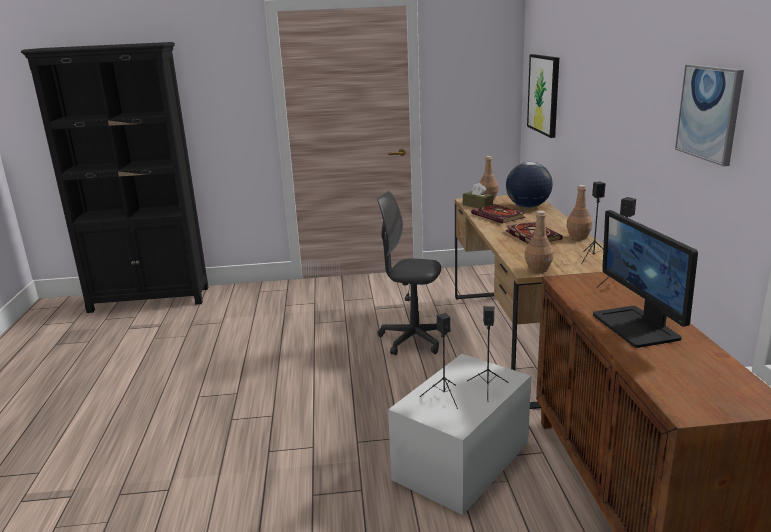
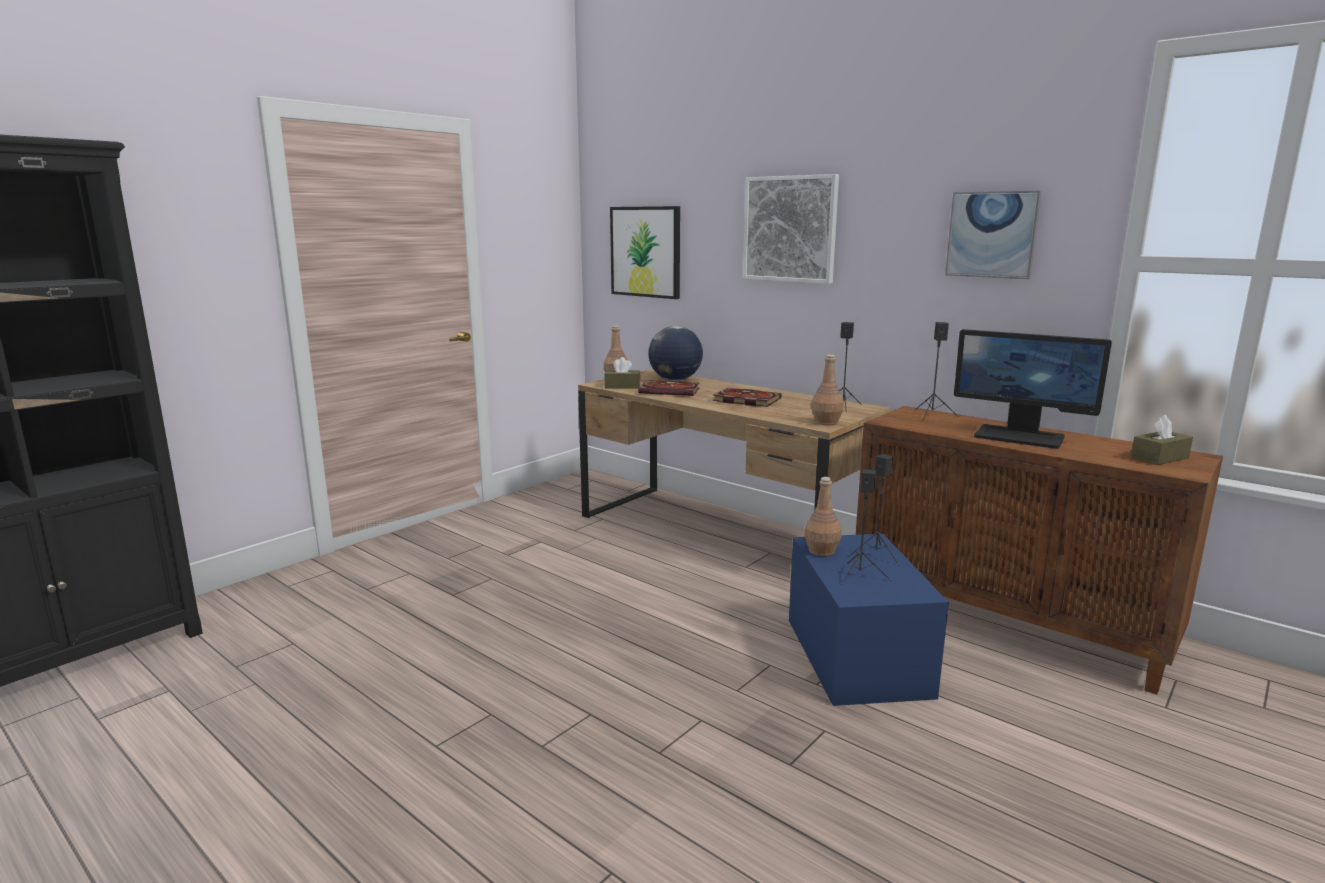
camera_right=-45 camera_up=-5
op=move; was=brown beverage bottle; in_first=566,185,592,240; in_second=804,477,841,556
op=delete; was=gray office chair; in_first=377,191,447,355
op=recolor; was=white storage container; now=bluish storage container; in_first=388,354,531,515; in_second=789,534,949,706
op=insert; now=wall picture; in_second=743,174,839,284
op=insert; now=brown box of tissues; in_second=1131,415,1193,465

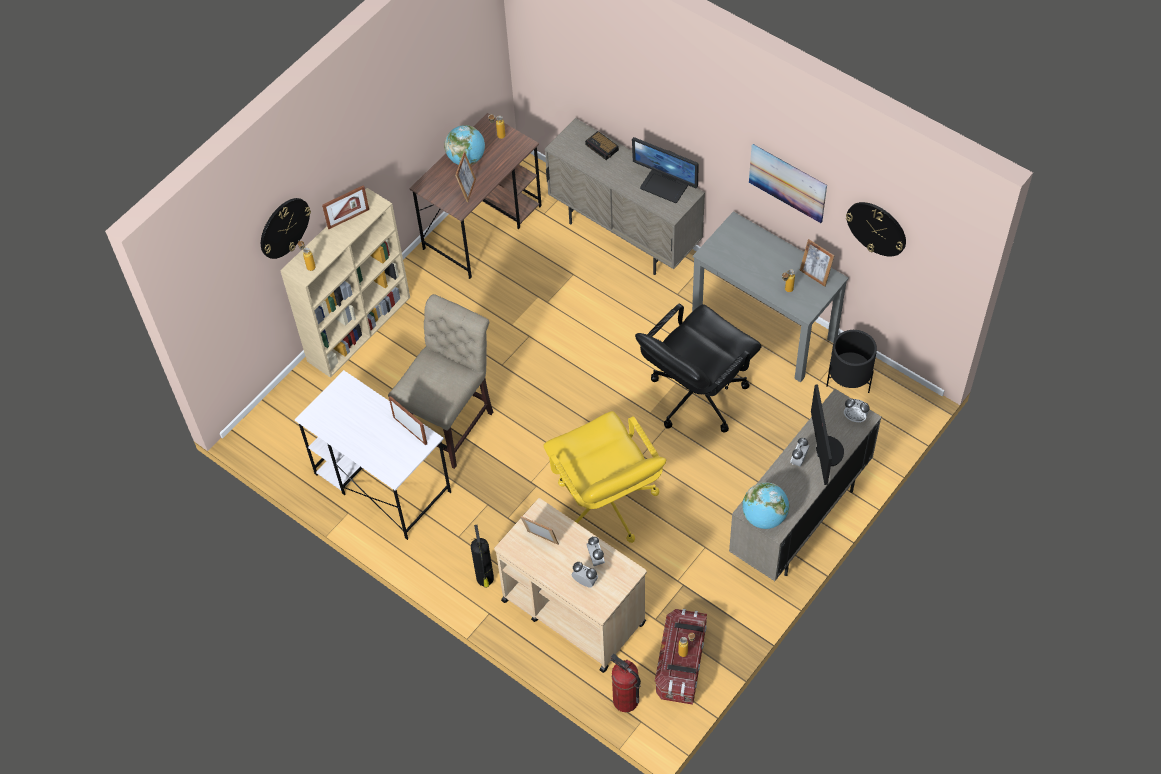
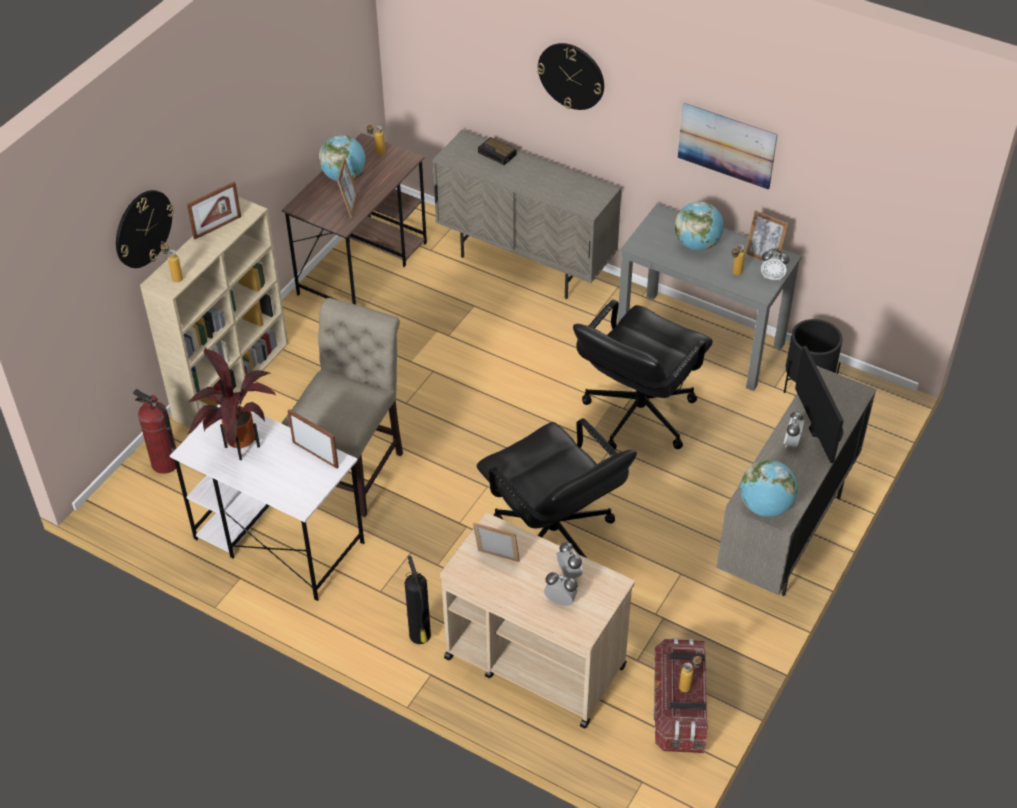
camera_right=-10 camera_up=-10
op=delete; was=monitor; in_first=632,137,699,203
op=move; was=clock on the wall; in_first=846,202,906,257; in_second=537,43,604,110
op=move; was=alarm clock; in_first=844,398,870,423; in_second=761,249,789,281
op=recolor; was=yellow-coloured office chair; now=blackish office chair; in_first=543,411,666,543; in_second=477,418,637,559
op=move; was=extinguisher; in_first=611,654,641,712; in_second=133,389,176,474
op=insert; now=world globe; in_second=675,201,724,250
op=insert; now=plant in a pot; in_second=188,348,277,460

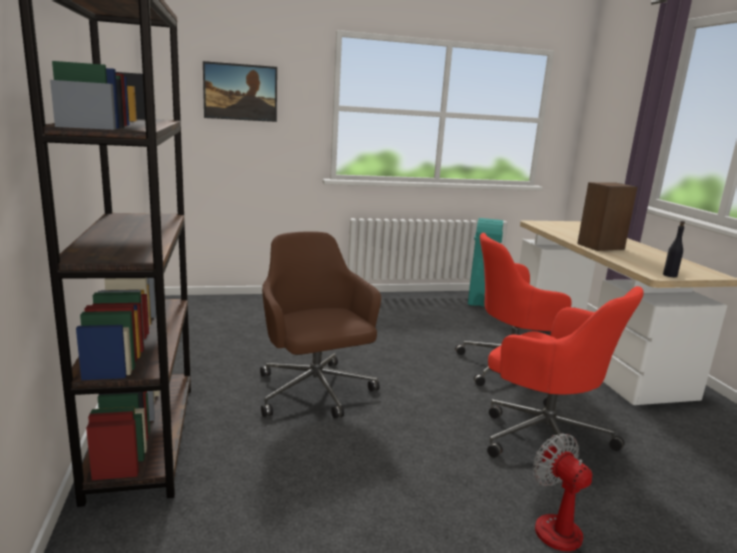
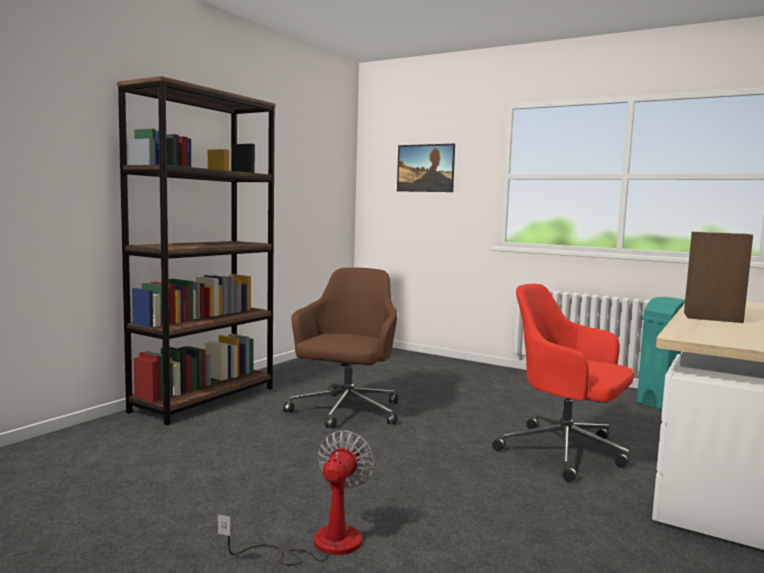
camera_right=45 camera_up=-10
op=delete; was=blackish beverage bottle; in_first=663,221,685,277
op=delete; was=red office chair; in_first=487,286,644,458

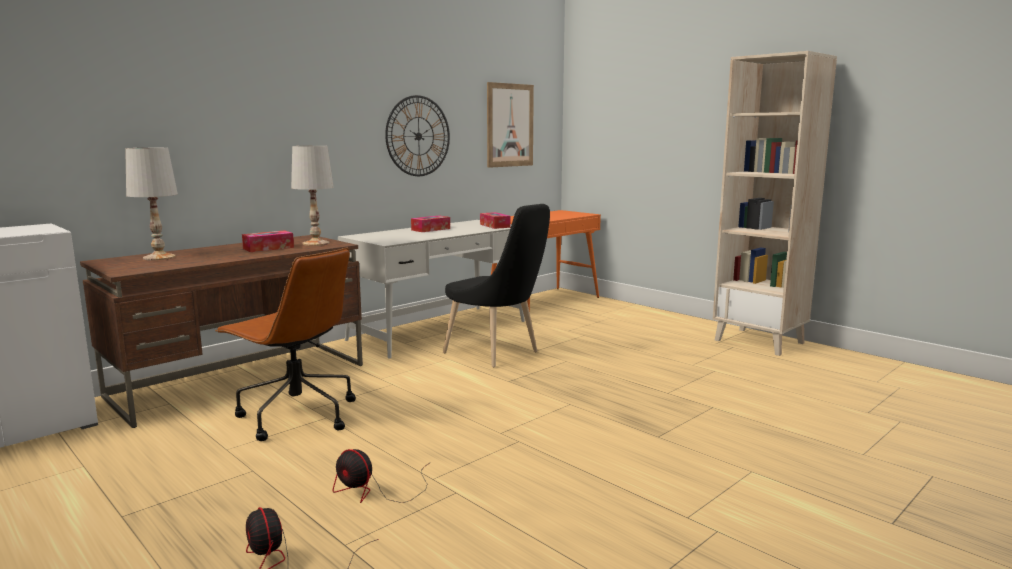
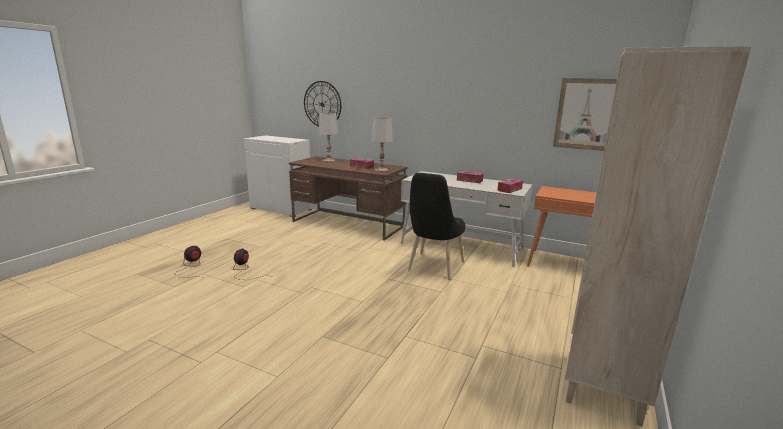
camera_right=70 camera_up=5
op=move; was=clock on the wall; in_first=385,95,450,176; in_second=304,81,341,127
op=delete; was=brown office chair; in_first=215,248,356,441

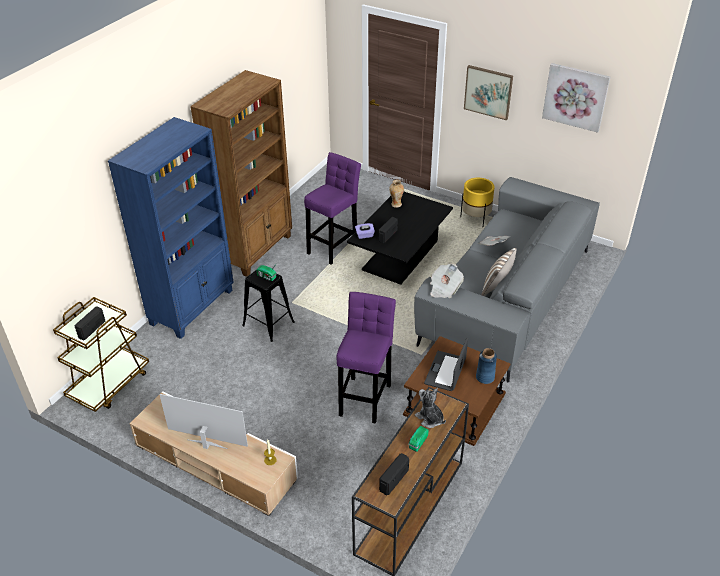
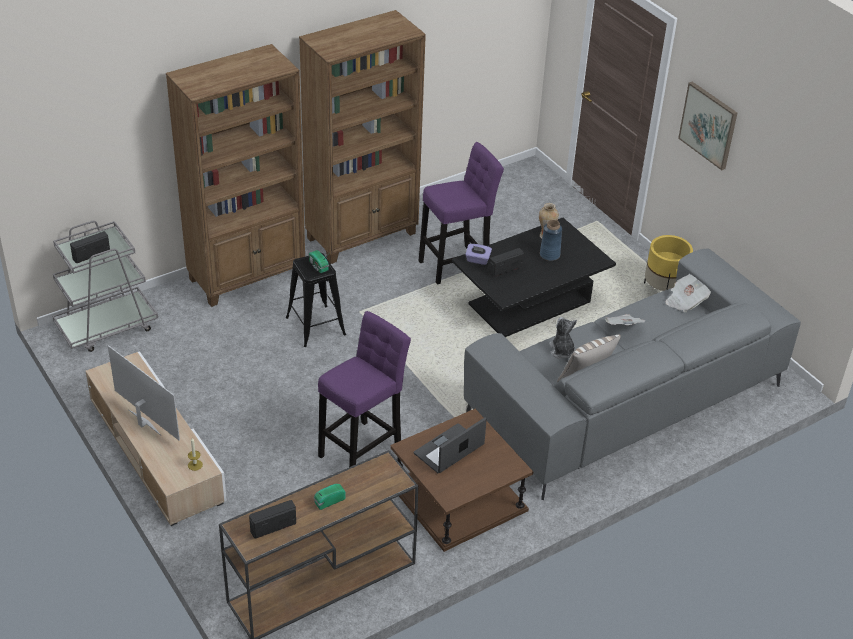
camera_right=25 camera_up=0
op=delete; was=wall picture; in_first=542,63,610,133
op=recolor; was=bluish shelving unit; now=brown shelving unit; in_first=108,117,234,339; in_second=166,44,305,307
op=move; was=printed paper; in_first=430,264,464,298; in_second=665,274,711,312
op=recolor; was=brown trolley; now=gray trolley; in_first=53,297,149,412; in_second=52,221,158,352
op=move; was=bluish decorative vase; in_first=476,348,497,384; in_second=540,220,562,261
op=move; was=plush toy; in_first=415,388,446,428; in_second=549,317,577,359

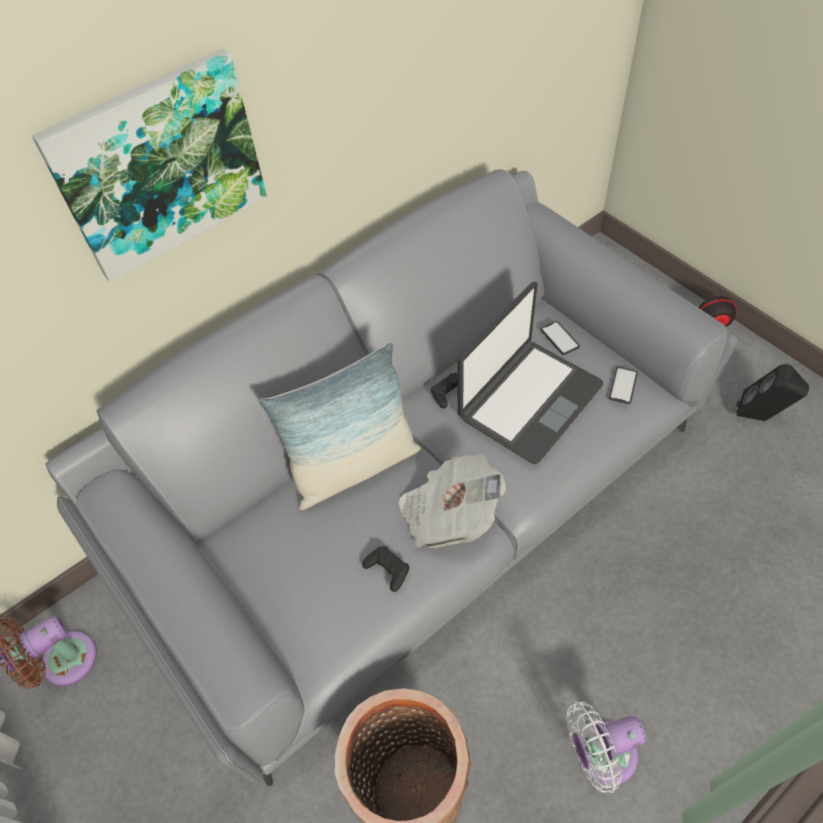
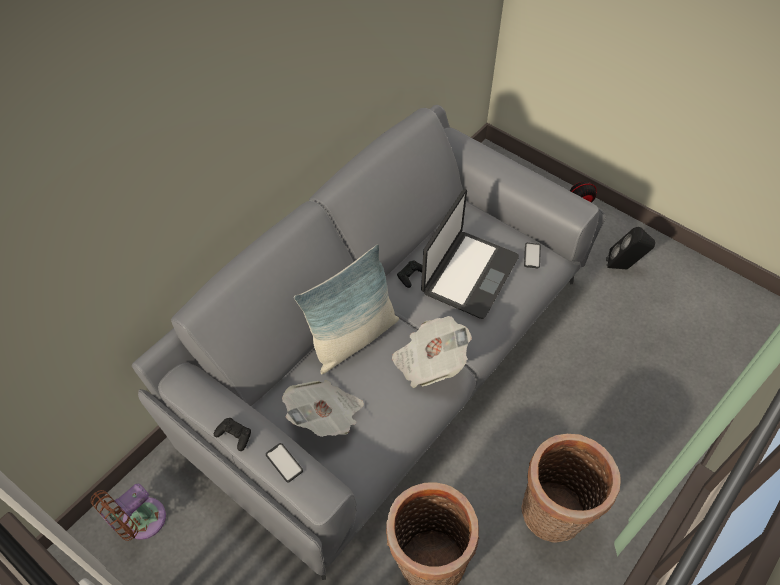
camera_right=-15 camera_up=0
op=delete; was=wall picture; in_first=32,49,267,282
op=move; was=handset; in_first=541,321,580,355; in_second=266,443,303,482
op=move; was=blackish game controller; in_first=362,546,409,592; in_second=214,418,251,451
op=replace; was=white fan; now=basket; in_first=566,702,646,793; in_second=521,434,621,543
op=insert; now=printed paper; in_second=282,380,364,437

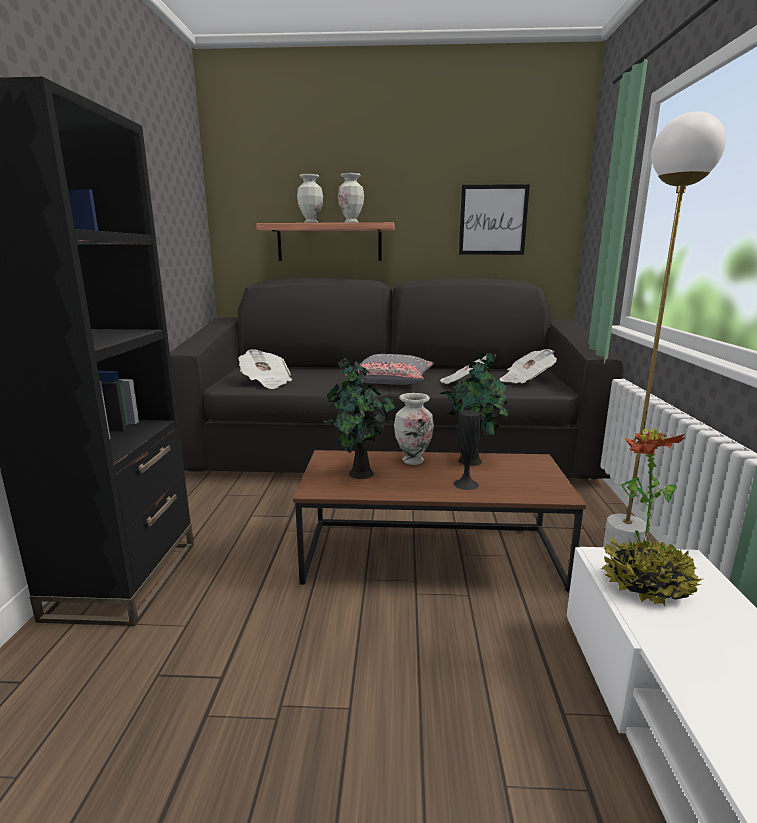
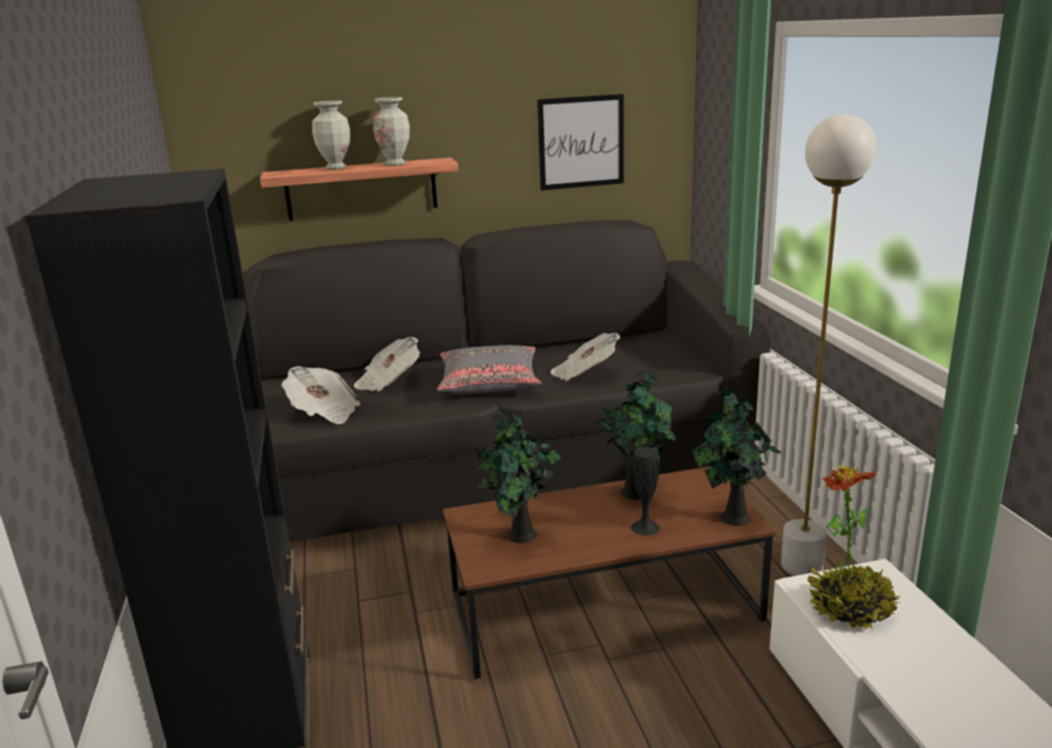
camera_right=-15 camera_up=5
op=move; was=printed paper; in_first=500,349,557,383; in_second=354,337,420,392
op=delete; was=decorative vase; in_first=394,393,434,465
op=insert; now=plant in a pot; in_second=692,386,781,526

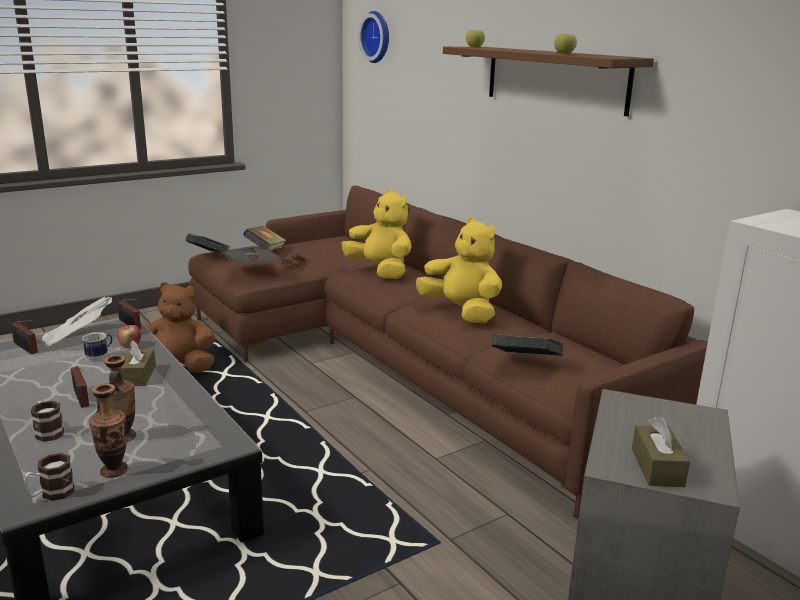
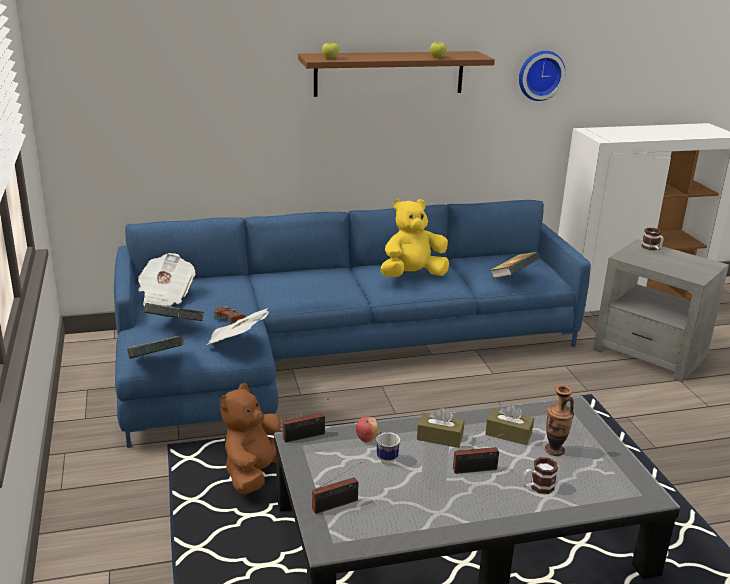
camera_right=-70 camera_up=5
op=move; was=clock on the wall; in_first=359,11,389,63; in_second=519,51,565,101
op=recolor; was=brown settee; now=bluish settee; in_first=188,186,708,519; in_second=114,200,591,448
op=delete; was=yellow-coloured plush toy; in_first=341,189,412,279
op=move; was=printed paper; in_first=42,297,112,347; in_second=138,253,195,306
op=delete; was=decorative vase; in_first=89,384,128,478
op=move; was=brown box of tissues; in_first=632,416,690,487; in_second=485,404,534,445
op=move; was=tea mug; in_first=23,453,75,501; in_second=642,228,663,250

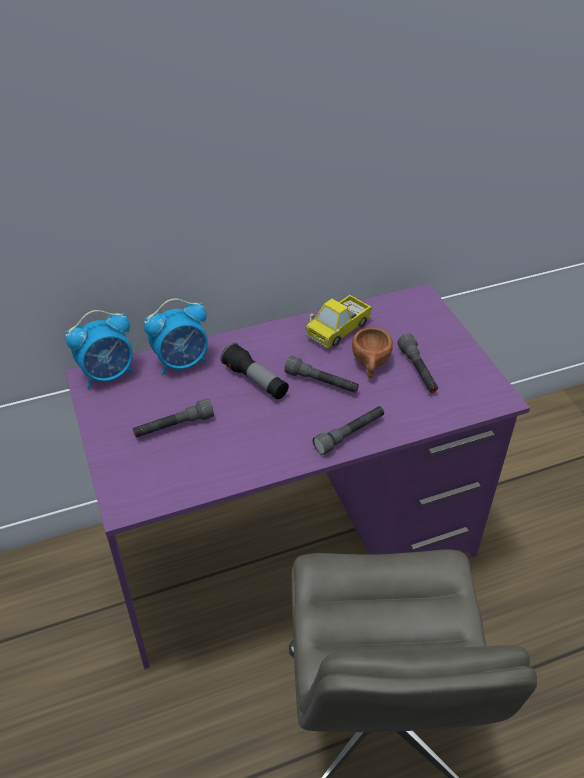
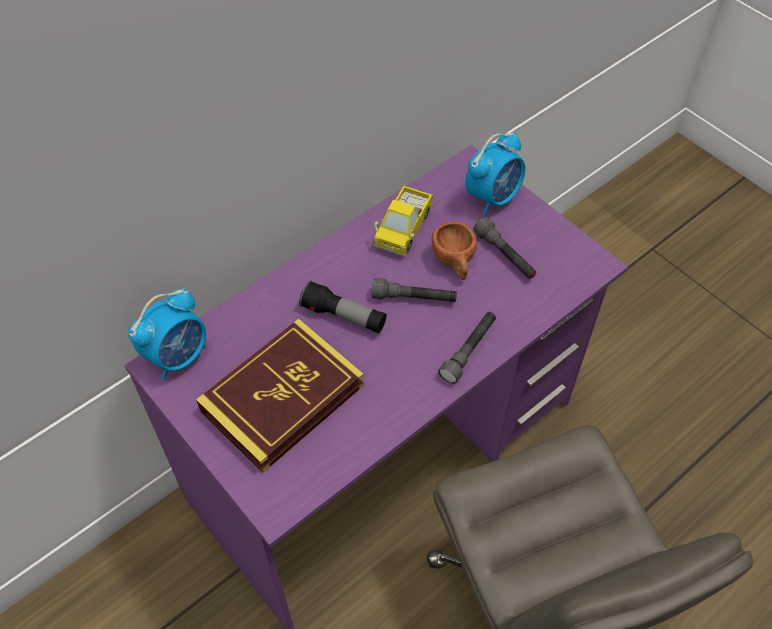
camera_right=-20 camera_up=10
op=move; was=alarm clock; in_first=144,298,208,376; in_second=465,132,525,216
op=replace; was=gray hand torch; now=bound book; in_first=133,399,214,438; in_second=196,319,364,473

